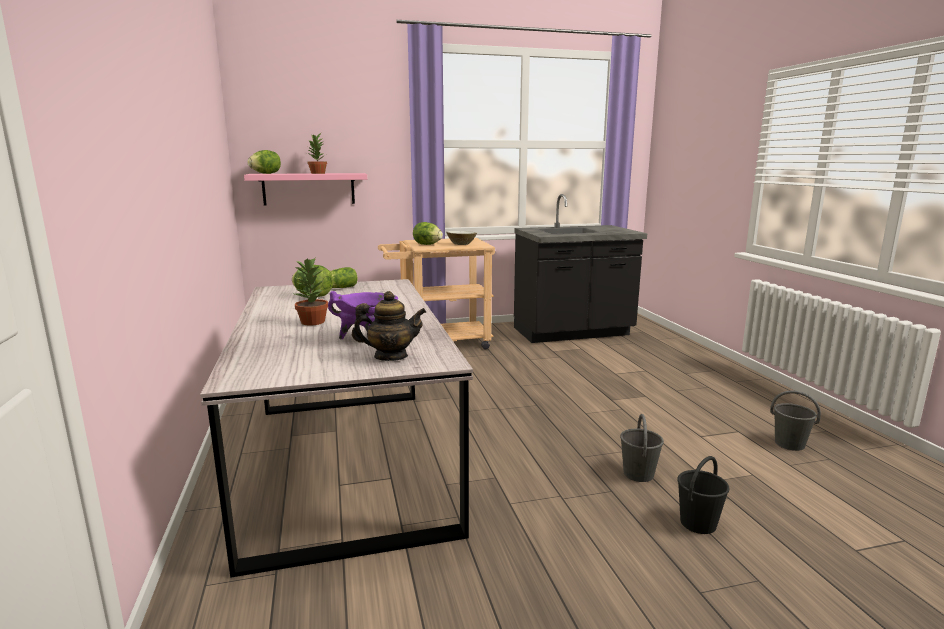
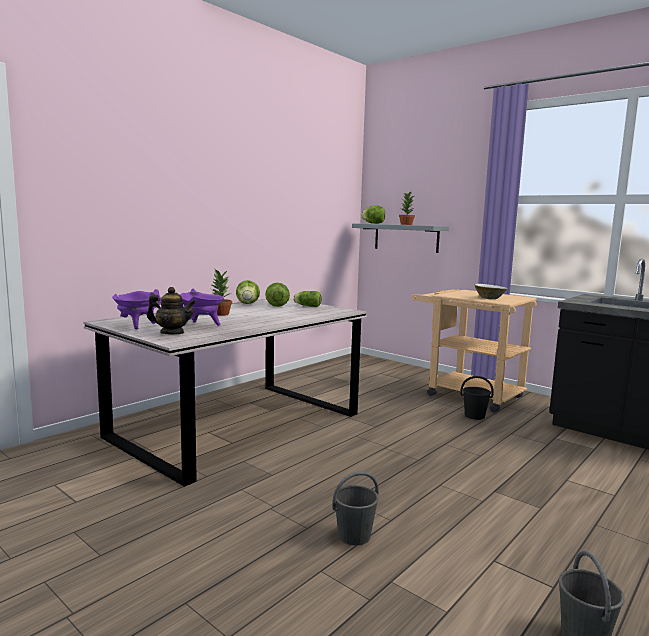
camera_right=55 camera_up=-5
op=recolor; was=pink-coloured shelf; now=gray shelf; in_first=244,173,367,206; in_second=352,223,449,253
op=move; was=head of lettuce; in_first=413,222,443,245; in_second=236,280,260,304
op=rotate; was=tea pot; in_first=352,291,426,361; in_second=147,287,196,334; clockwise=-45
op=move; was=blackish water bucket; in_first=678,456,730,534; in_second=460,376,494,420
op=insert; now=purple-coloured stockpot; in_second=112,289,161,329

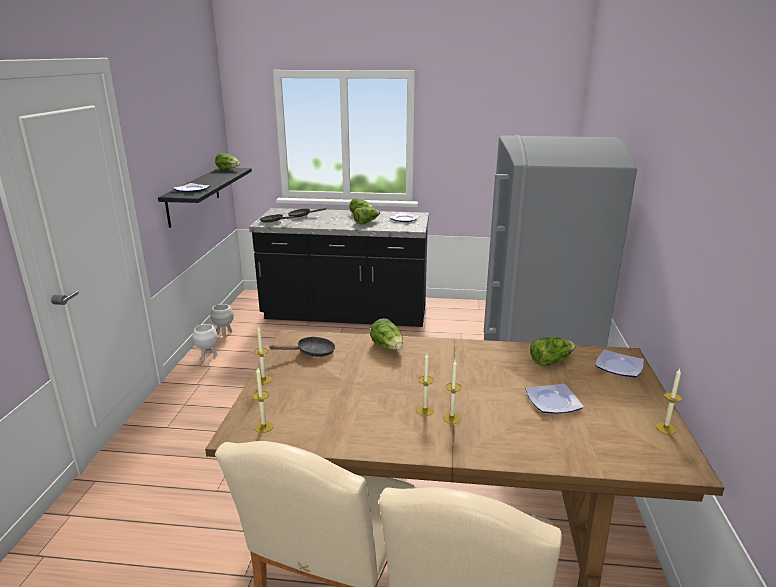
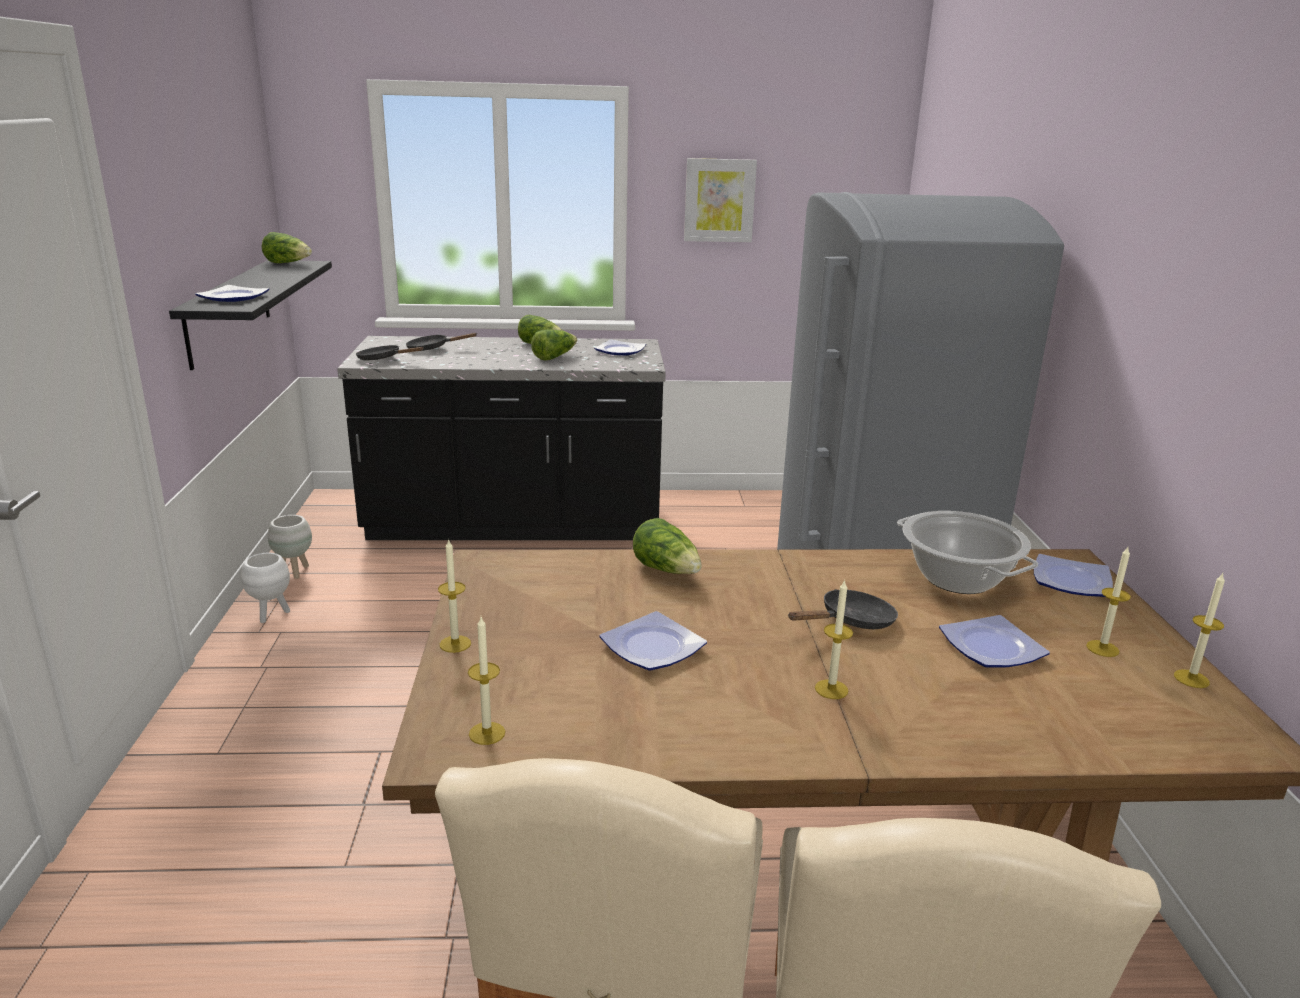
camera_right=-10 camera_up=0
op=move; was=blackish skillet; in_first=269,337,335,357; in_second=788,589,898,629
op=replace; was=head of lettuce; now=stockpot; in_first=530,337,576,366; in_second=897,511,1038,594
op=move; was=candle; in_first=416,353,434,416; in_second=1086,547,1131,657
op=insert; now=wall picture; in_second=684,158,757,242
op=insert; now=dinner plate; in_second=599,611,707,671

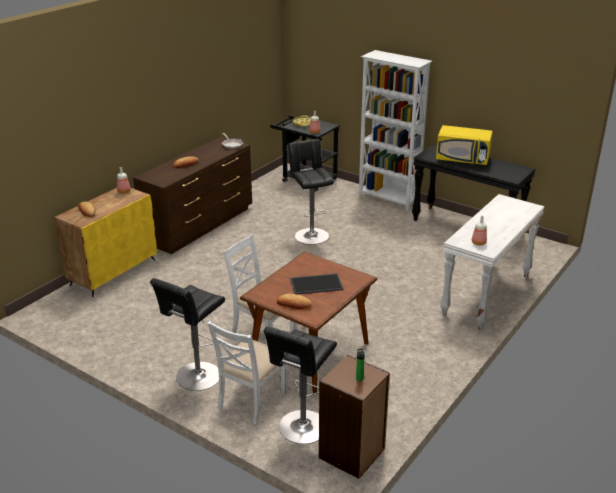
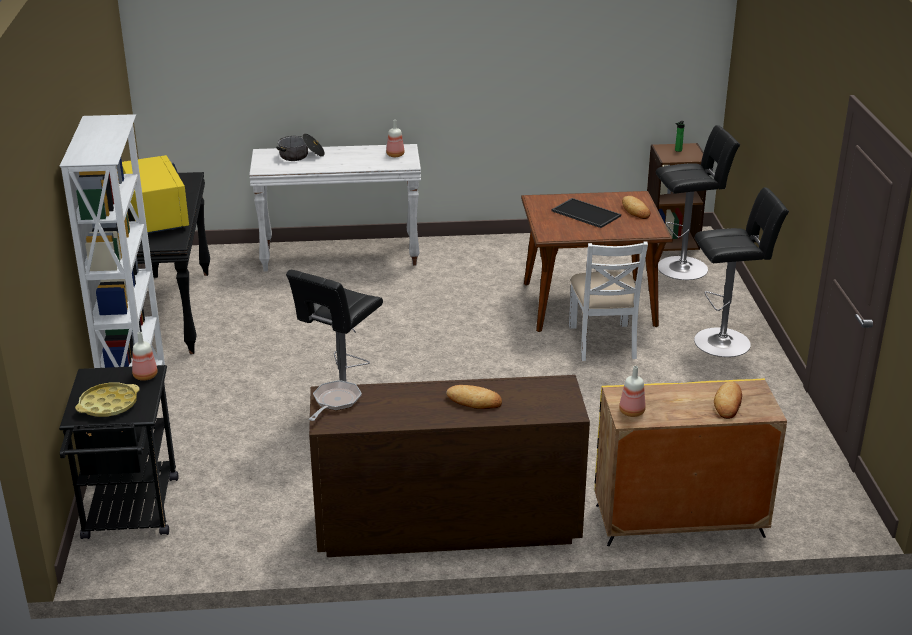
camera_right=-130 camera_up=0
op=delete; was=white chair; in_first=208,321,288,425
op=insert; now=stockpot; in_second=276,133,325,161

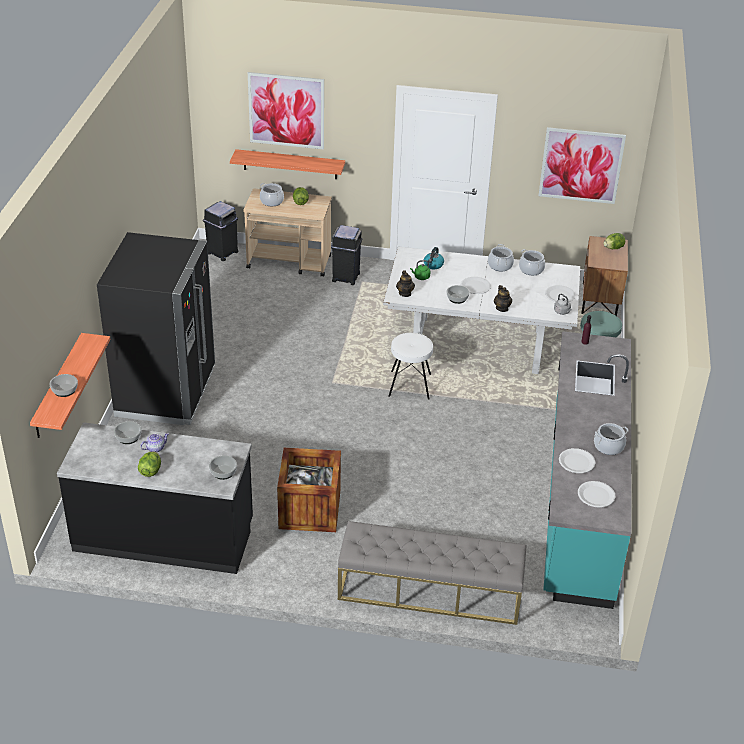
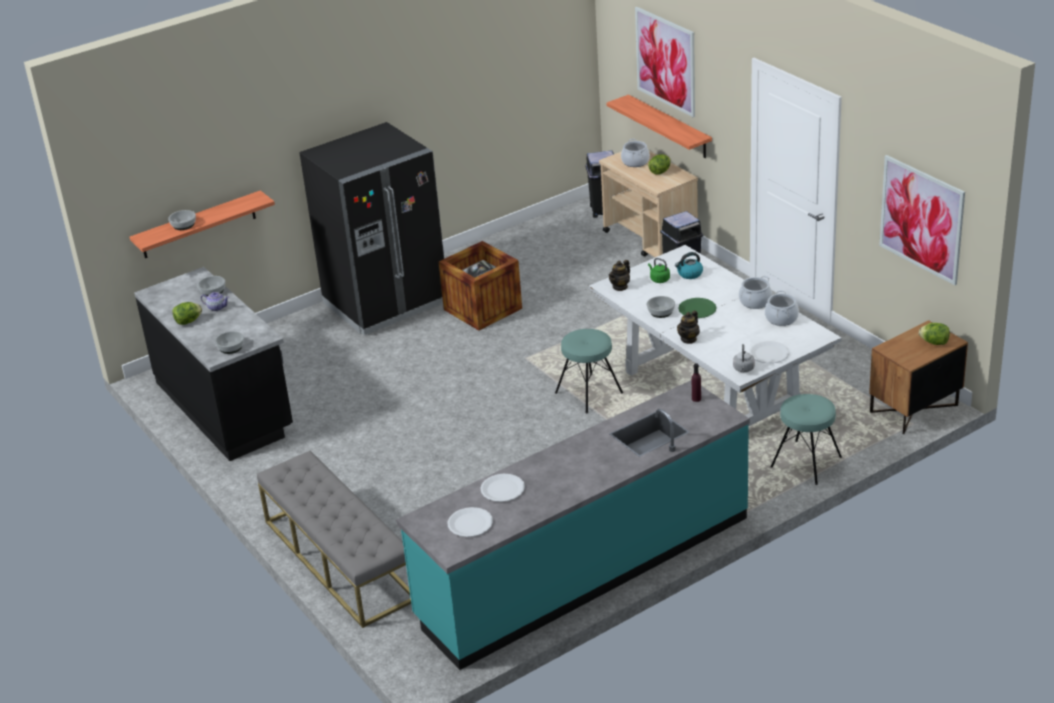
camera_right=50 camera_up=-5
op=recolor; was=white dinner plate; now=greenish dinner plate; in_first=461,277,491,294; in_second=678,298,717,318
op=recolor; was=white sitting stool; now=turquoise-coloured sitting stool; in_first=389,333,433,400; in_second=555,329,623,413
op=delete; was=stockpot; in_first=594,423,629,455
op=move; was=shipping crate; in_first=277,448,341,532; in_second=438,241,522,331

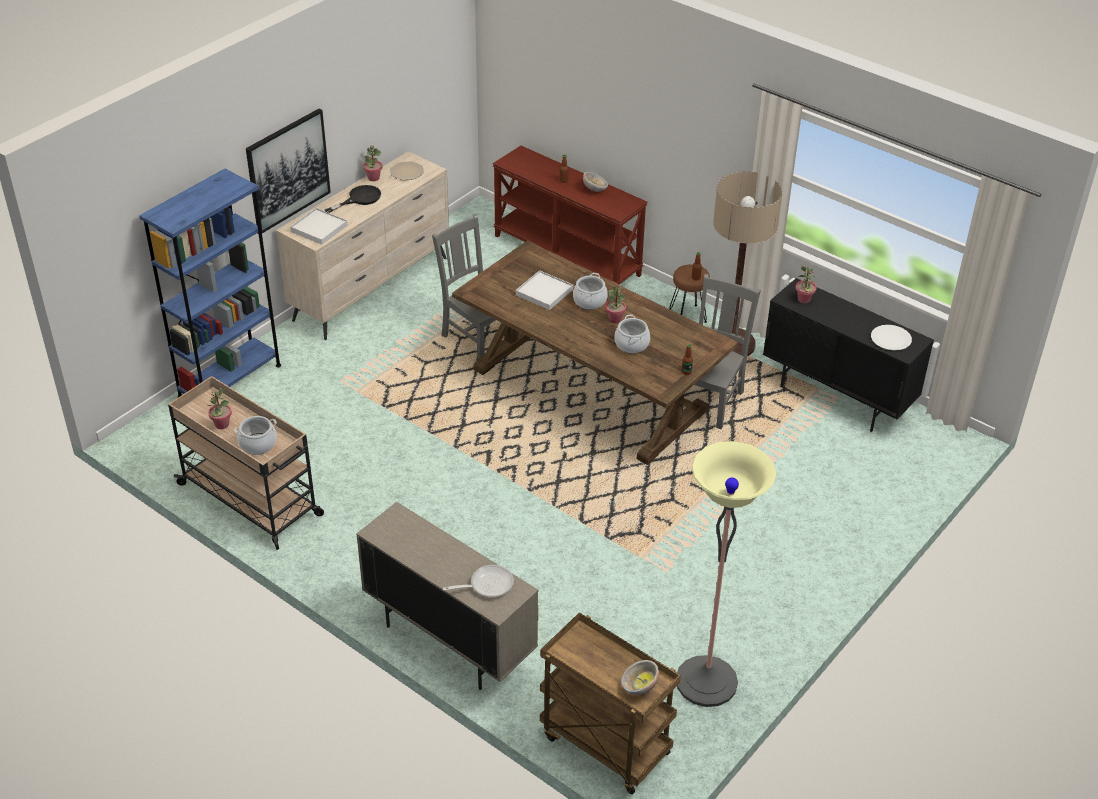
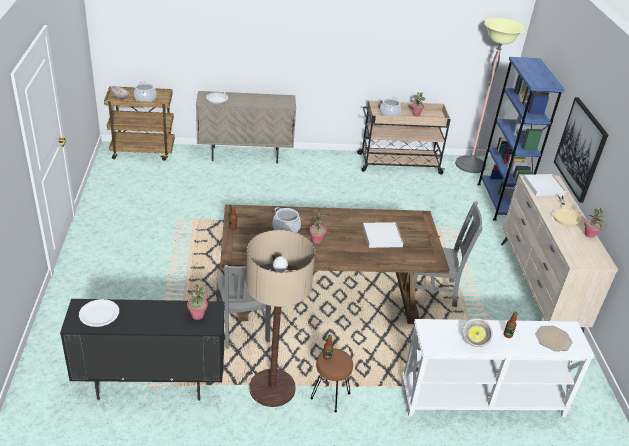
camera_right=135 camera_up=-5
op=recolor; was=brown console table; now=white console table; in_first=493,146,647,285; in_second=402,319,595,417
op=move; was=dinner plate; in_first=390,161,424,180; in_second=535,326,573,351
op=recolor; was=blackish skillet; now=beige-coloured skillet; in_first=325,185,381,213; in_second=553,195,581,226
op=move; was=stockpot; in_first=573,273,608,310; in_second=134,81,157,102
op=move; was=standard lamp; in_first=677,441,776,707; in_second=455,18,526,173

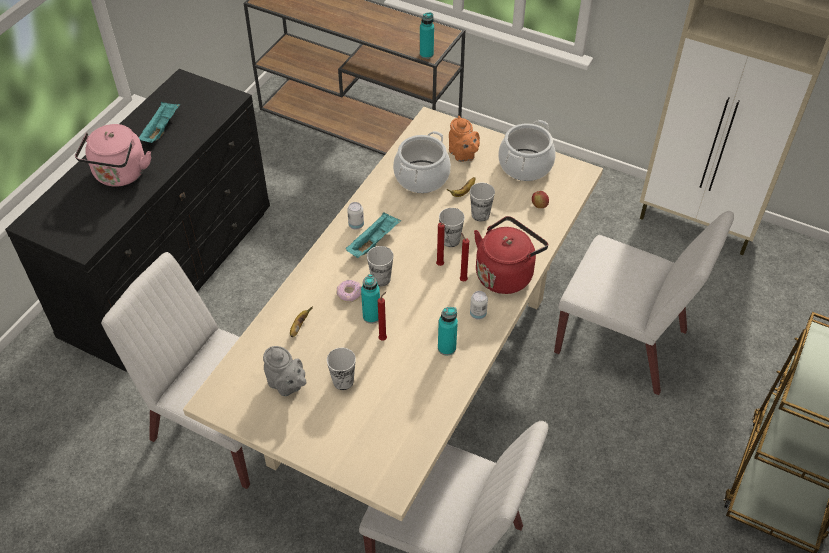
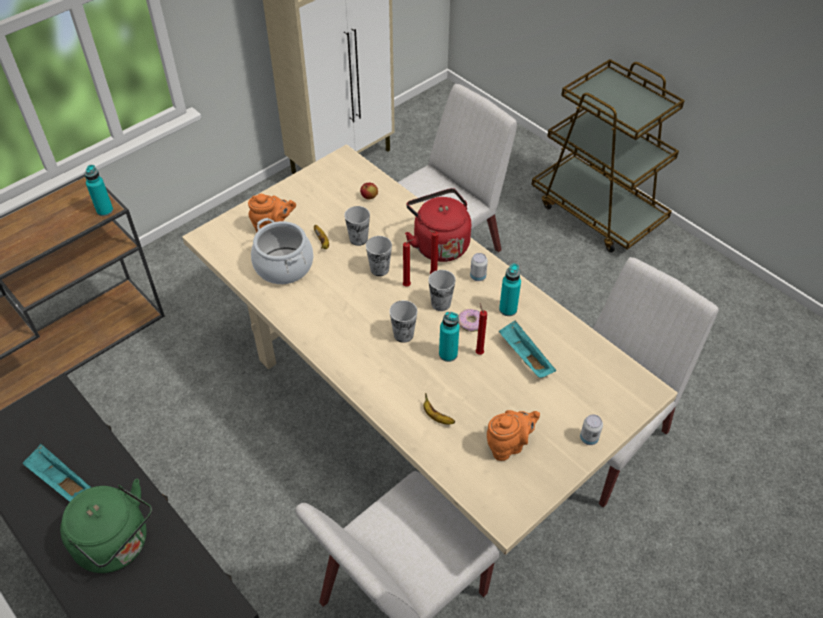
camera_right=-70 camera_up=0
op=delete; was=stockpot; in_first=498,120,555,181
op=recolor; was=pink-coloured kettle; now=greenish kettle; in_first=75,124,151,186; in_second=60,479,152,573
op=move; was=sealed can; in_first=347,202,364,229; in_second=580,414,603,445
op=move; was=turquoise-coloured serving tray; in_first=346,212,401,258; in_second=499,320,556,378
op=move; was=doughnut; in_first=336,280,362,303; in_second=458,309,480,332
op=recolor; was=gray tea pot; now=orange-coloured tea pot; in_first=263,346,306,396; in_second=487,410,540,461
op=move; was=small cup; in_first=327,348,356,390; in_second=428,270,456,311

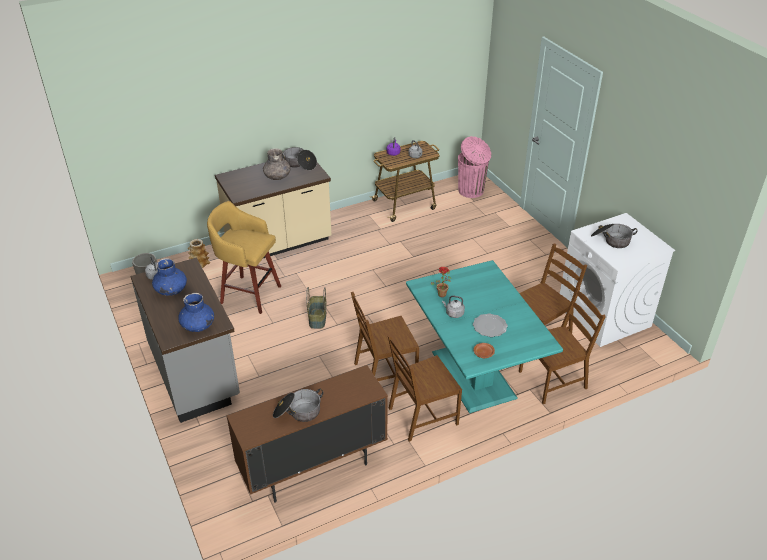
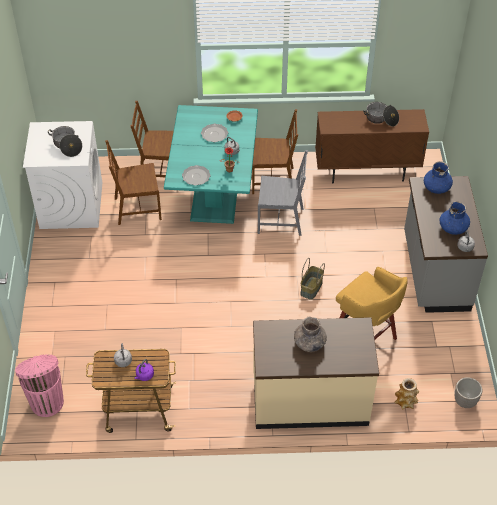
camera_right=-155 camera_up=10
op=delete; was=stockpot; in_first=282,147,317,170
op=recolor; was=brown chair; now=gray chair; in_first=351,292,419,381; in_second=258,150,308,236
op=insert; now=dinner plate; in_second=182,165,211,186

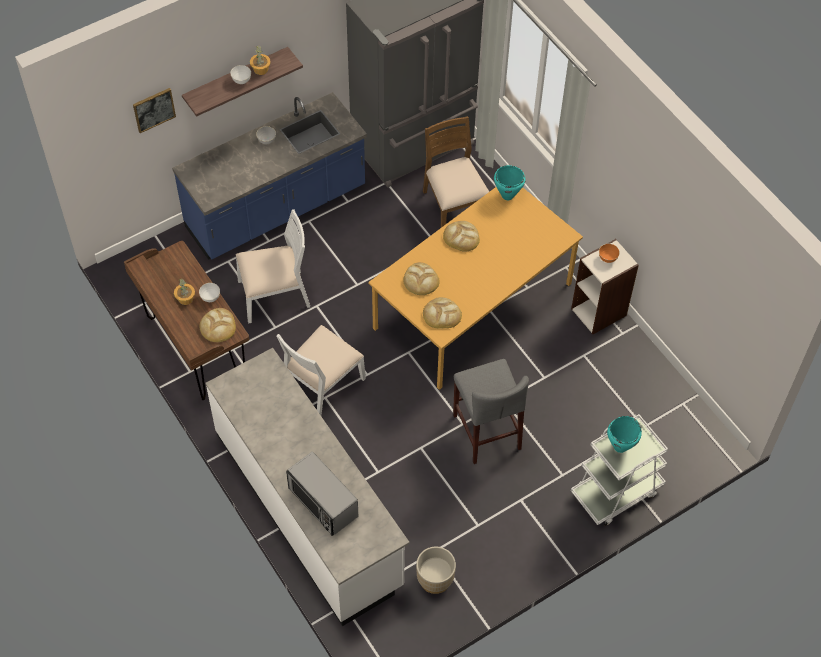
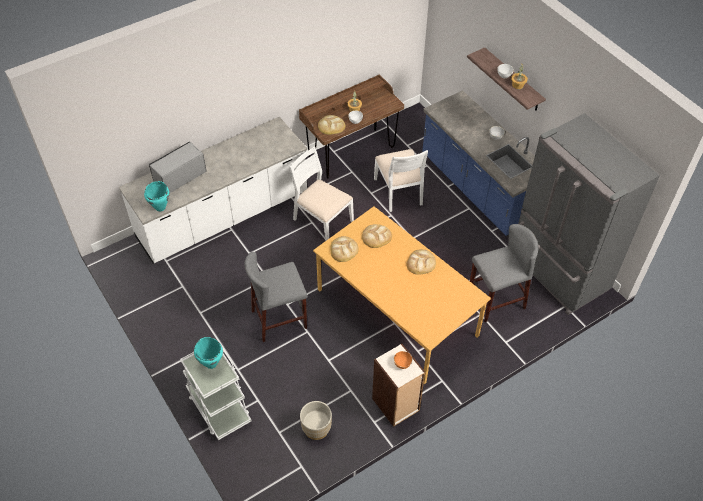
camera_right=90 camera_up=-5
op=delete; was=wall picture; in_first=133,88,176,133
op=replace; was=brown chair; now=gray sitting stool; in_first=423,116,489,228; in_second=470,224,538,322
op=move; was=turquoise-coloured stockpot; in_first=494,165,526,200; in_second=144,181,169,211
op=move; was=beige-coloured plant pot; in_first=416,547,456,594; in_second=300,401,332,440

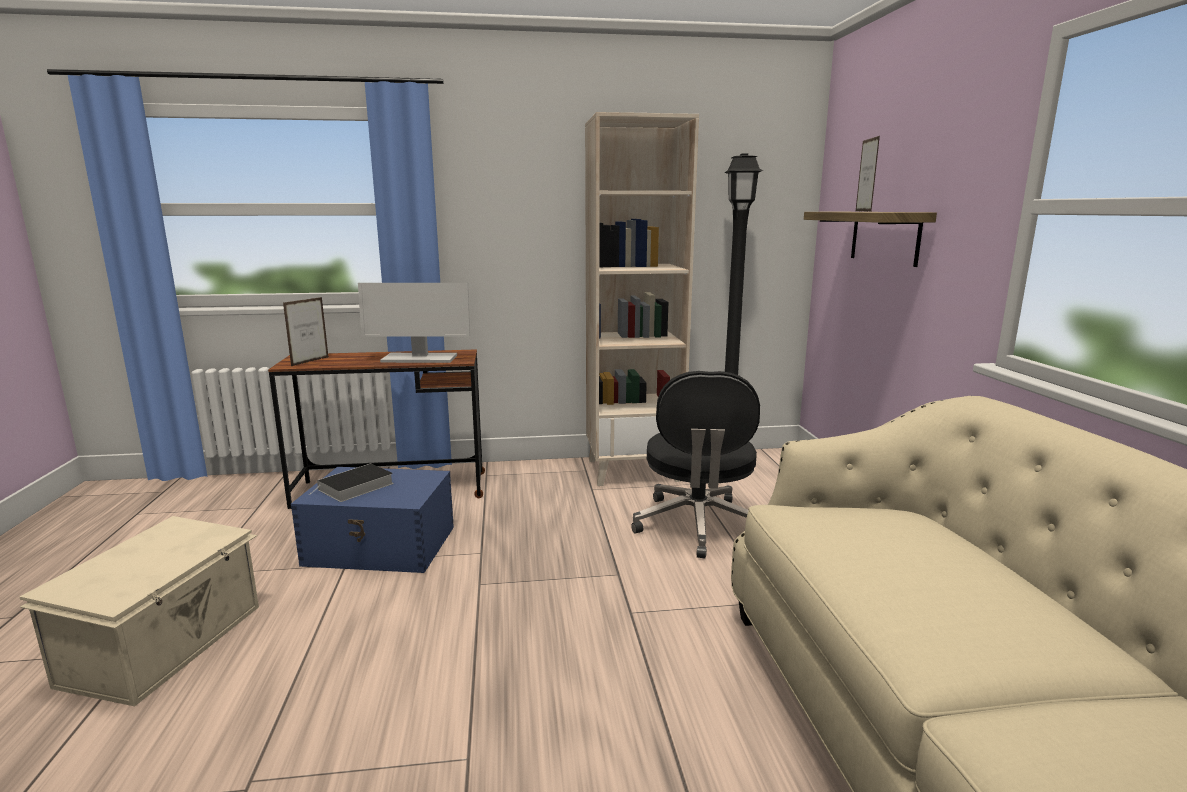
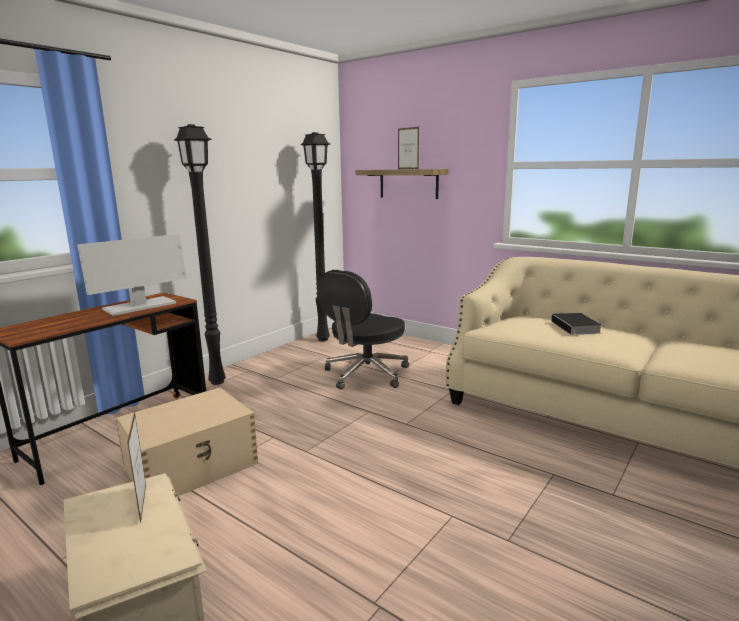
camera_right=-45 camera_up=0
op=delete; was=beige-coloured shelving unit; in_first=585,112,699,486
op=move; was=picture frame; in_first=283,297,328,366; in_second=127,411,146,524
op=rotate; was=blackish office chair; in_first=631,371,760,558; in_second=317,270,409,390; clockwise=75
op=move; was=bound book; in_first=308,463,394,502; in_second=551,313,602,337
op=recolor; was=bluish storage container; now=beige-coloured storage container; in_first=291,467,454,573; in_second=116,387,258,496
op=insert; now=blackish standard lamp; in_second=174,124,226,385

